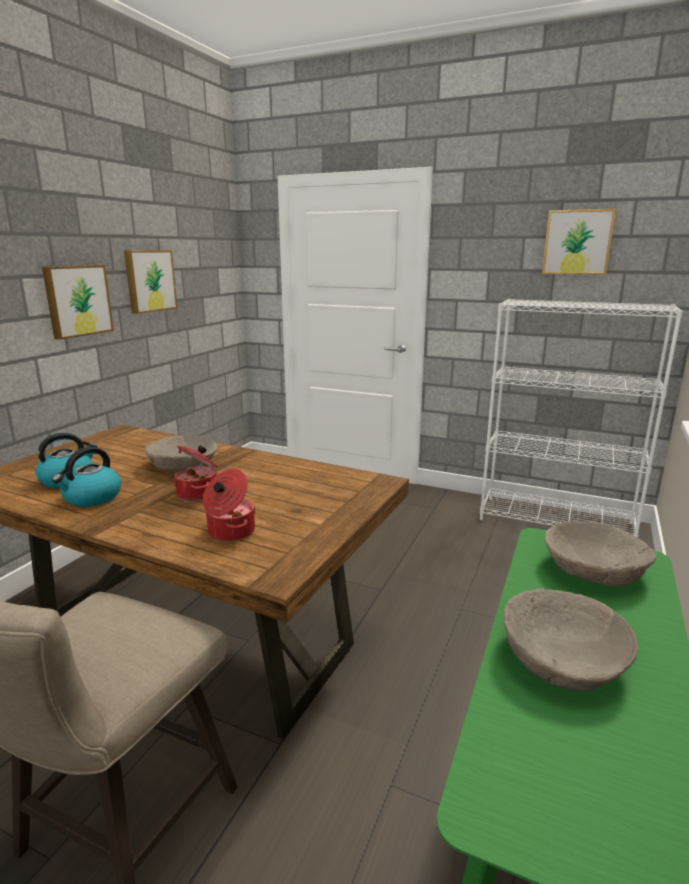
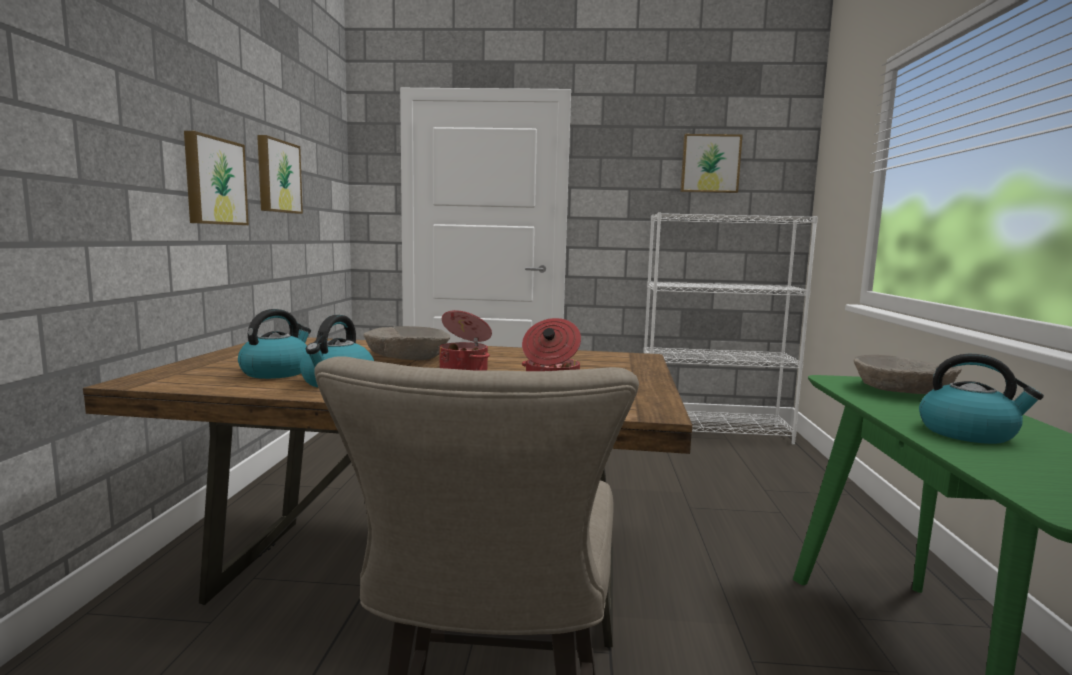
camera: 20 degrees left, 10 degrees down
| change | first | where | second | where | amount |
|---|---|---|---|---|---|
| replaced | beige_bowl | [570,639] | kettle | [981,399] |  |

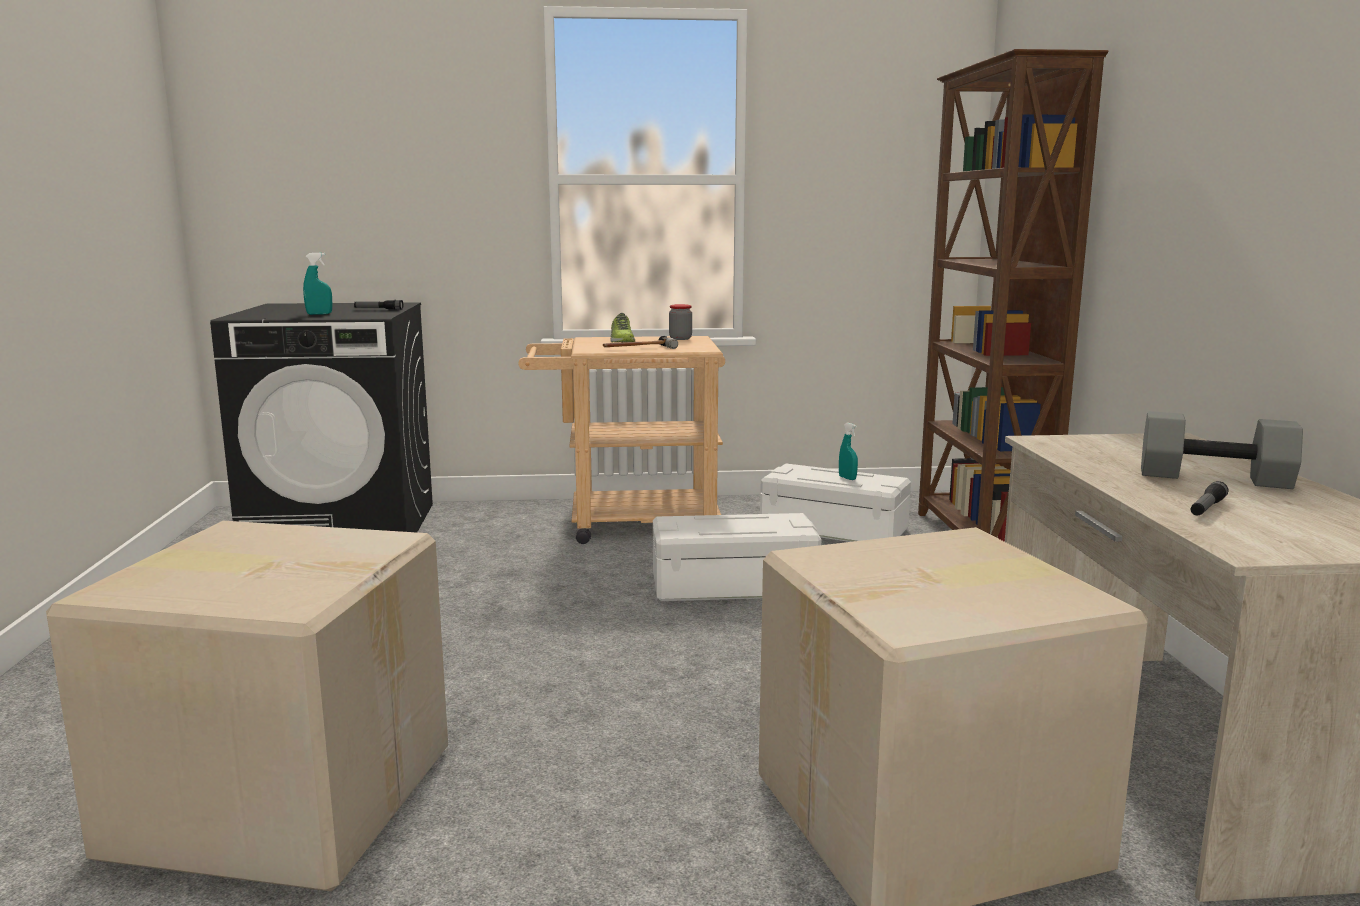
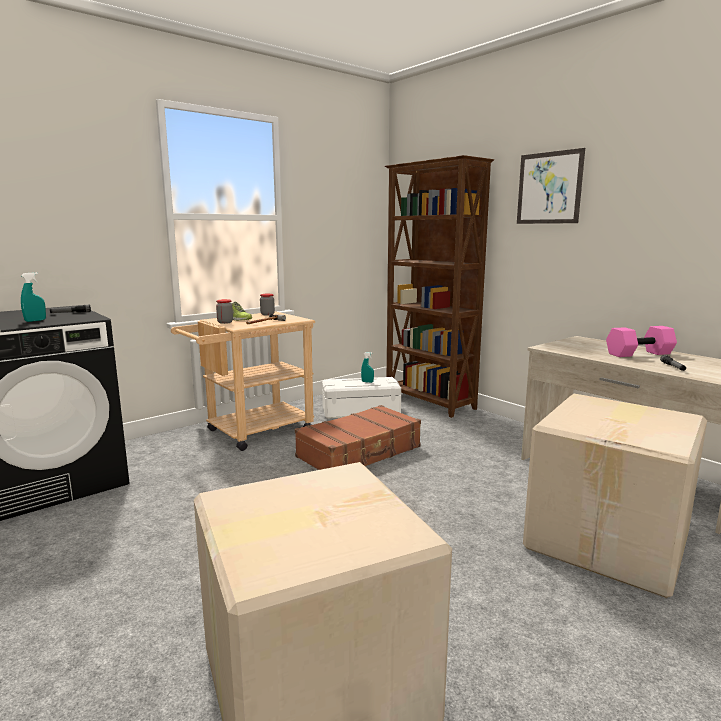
camera: 35 degrees left, 0 degrees up
| change | first | where | second | where | amount |
|---|---|---|---|---|---|
| replaced | white_storage_box | [737,557] | brown_suitcase | [358,437] |  |
| recoloured | grey_dumbbell | [1222,450] | pink_dumbbell | [641,341] |  |
| added |  |  | jar | [224,311] |  |
| added |  |  | picture | [551,186] |  |

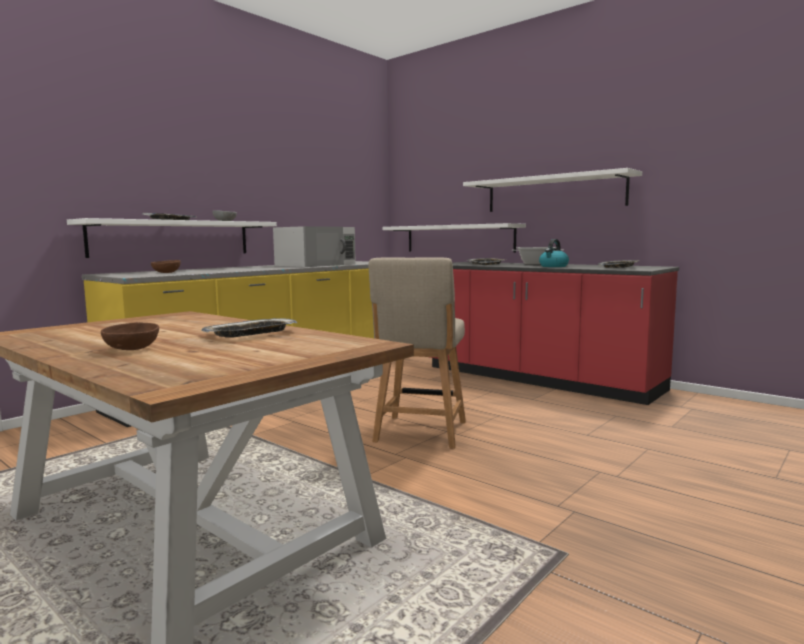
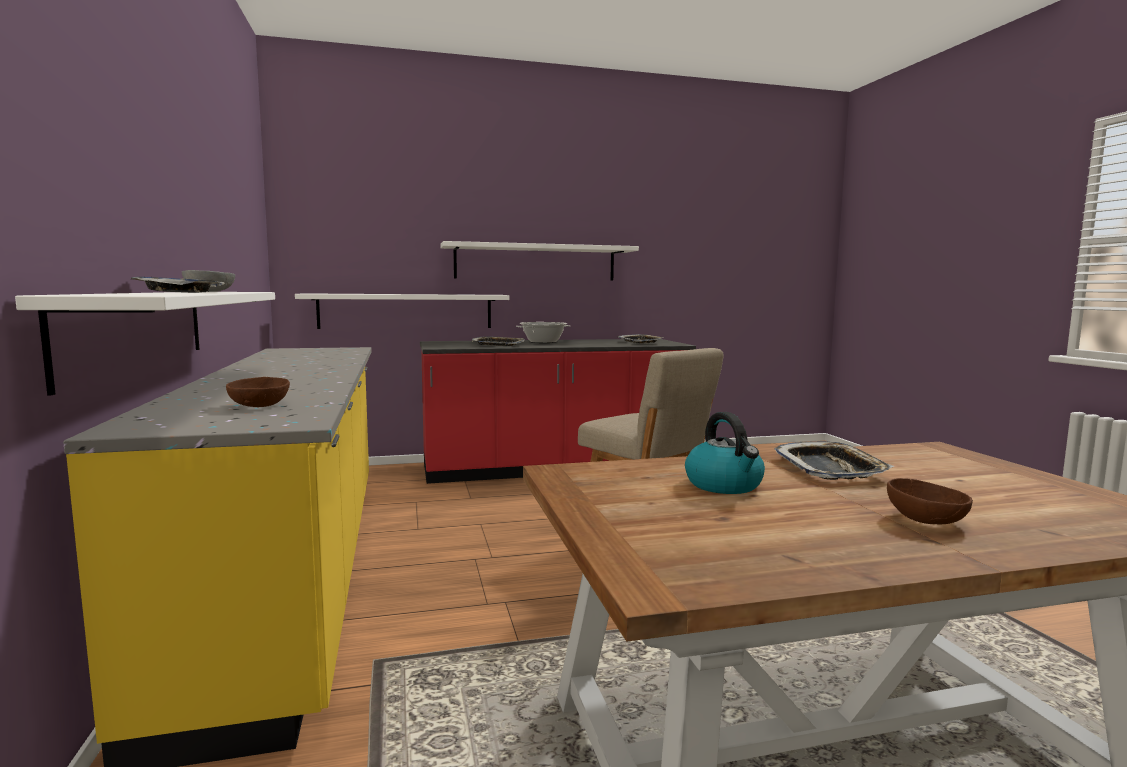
camera: 55 degrees left, 0 degrees up
| change | first | where | second | where | amount |
|---|---|---|---|---|---|
| removed | white_microwave | [314,246] |  |  |  |
| moved | kettle | [554,253] |  | [725,453] |  |

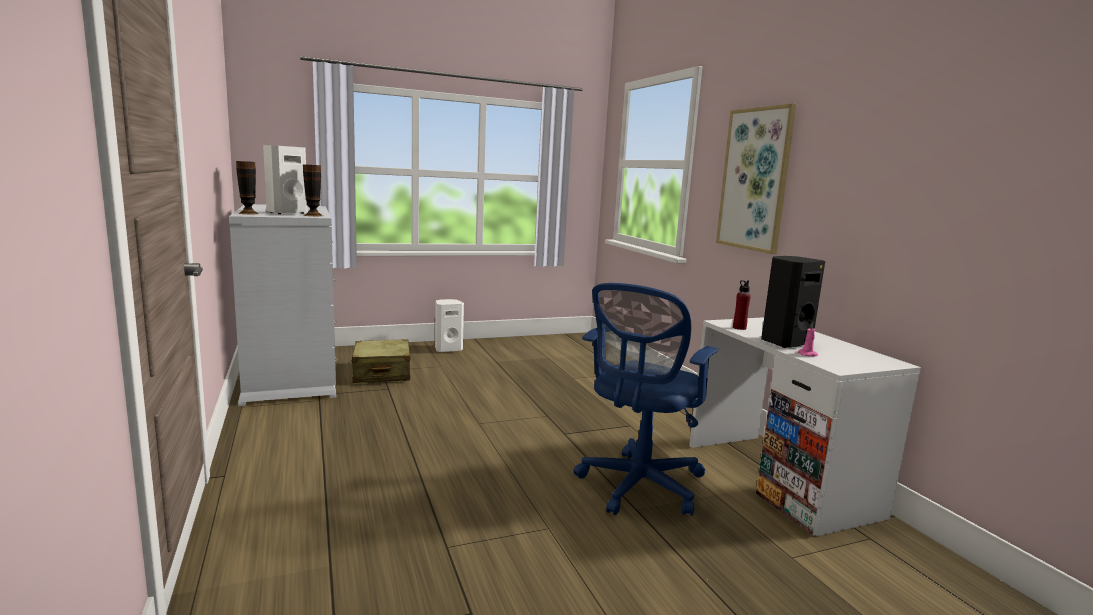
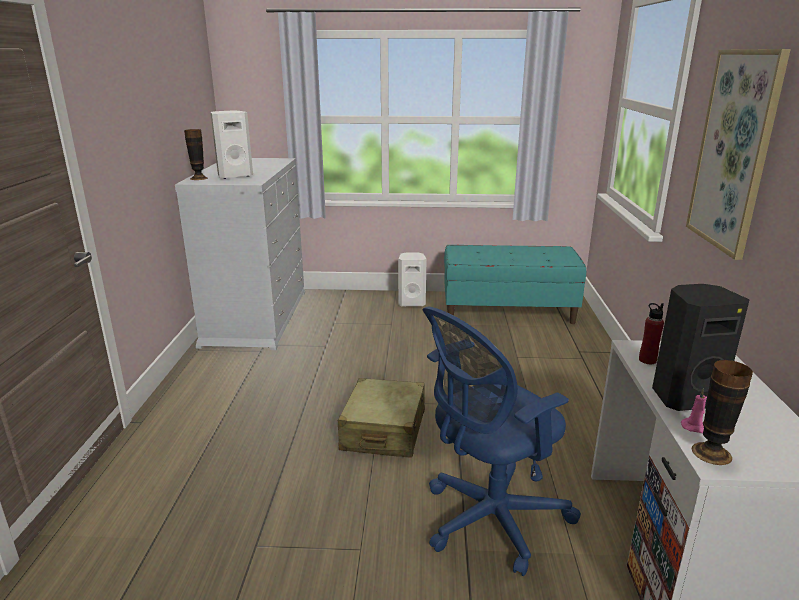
camera: 25 degrees right, 10 degrees up
| change | first | where | second | where | amount |
|---|---|---|---|---|---|
| moved | vase | [313,190] |  | [722,412] |  |
| moved | beige_suitcase | [381,361] |  | [381,418] |  |
| added |  |  | turquoise_bench | [515,284] |  |

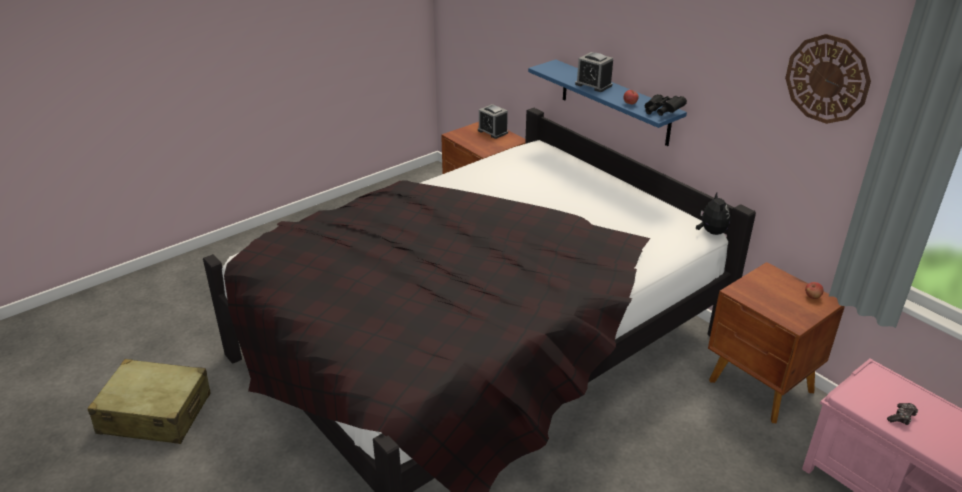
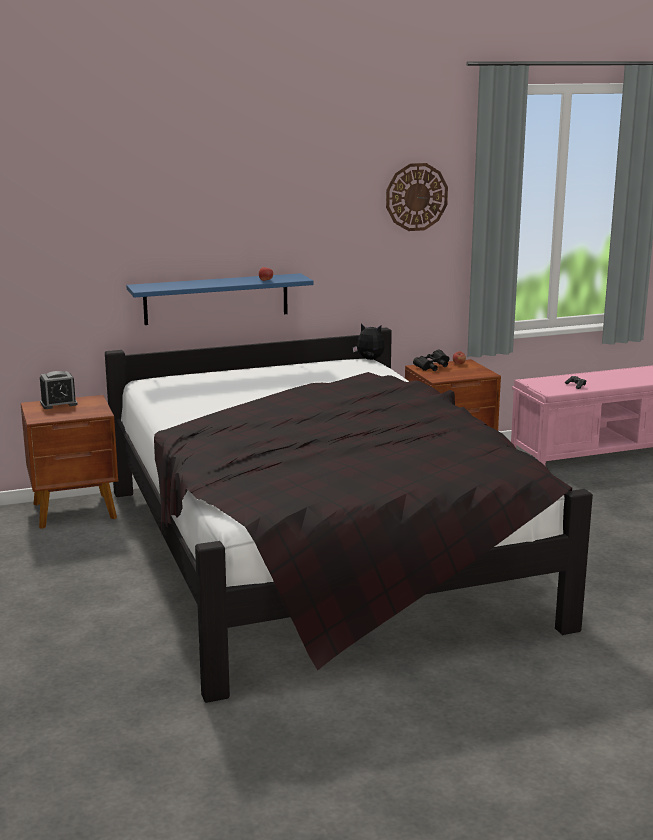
camera: 70 degrees left, 15 degrees down
| change | first | where | second | where | amount |
|---|---|---|---|---|---|
| removed | beige_suitcase | [149,401] |  |  |  |
| removed | alarm_clock | [594,72] |  |  |  |
| moved | black_binoculars | [666,105] |  | [431,360] |  |

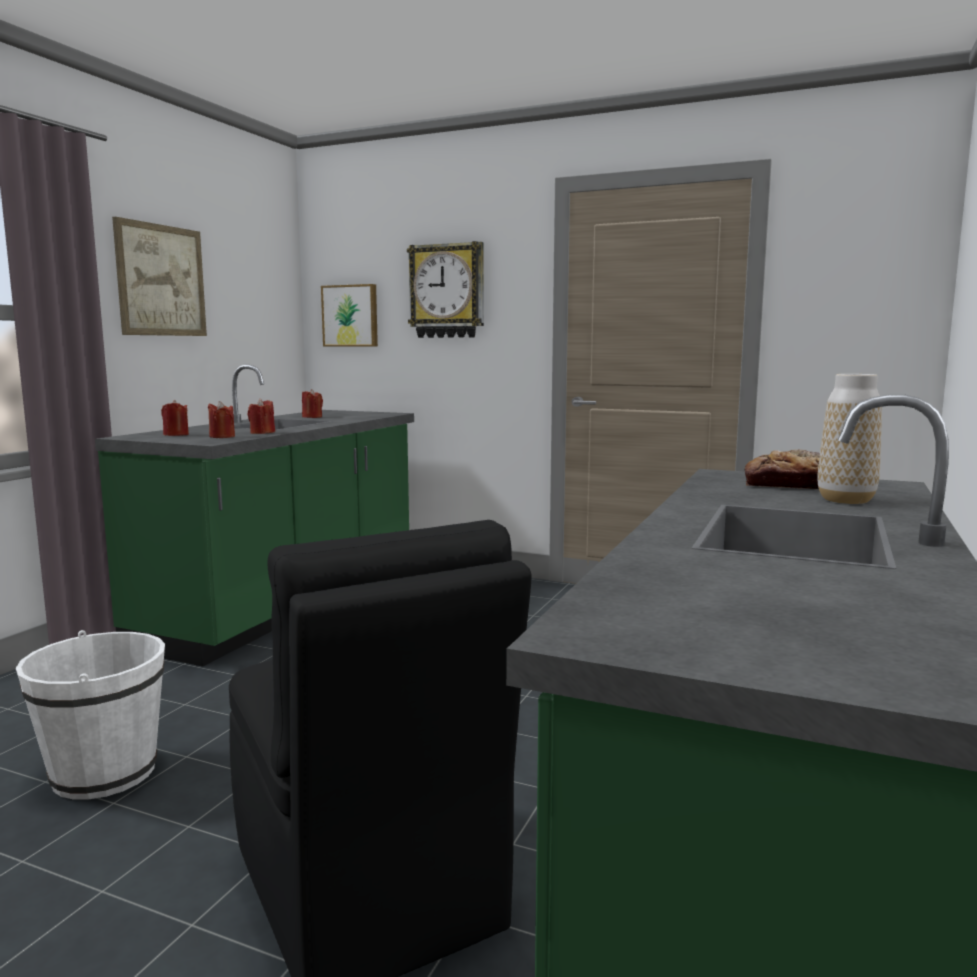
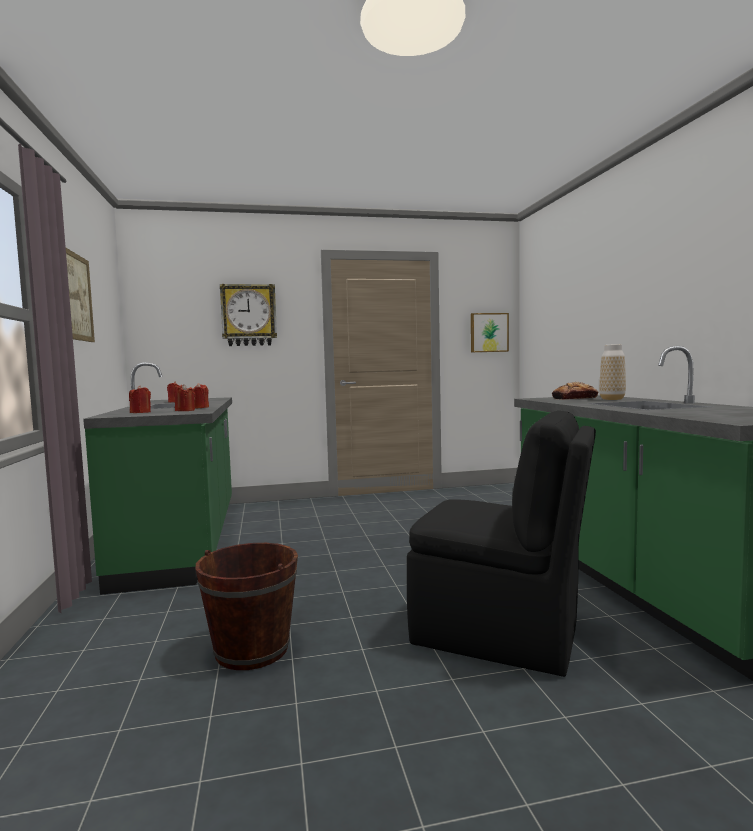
camera: 35 degrees left, 5 degrees down
| change | first | where | second | where | amount |
|---|---|---|---|---|---|
| recoloured | white_bucket | [90,715] | brown_bucket | [246,606] |  |
| moved | picture | [349,315] |  | [490,332] |  |

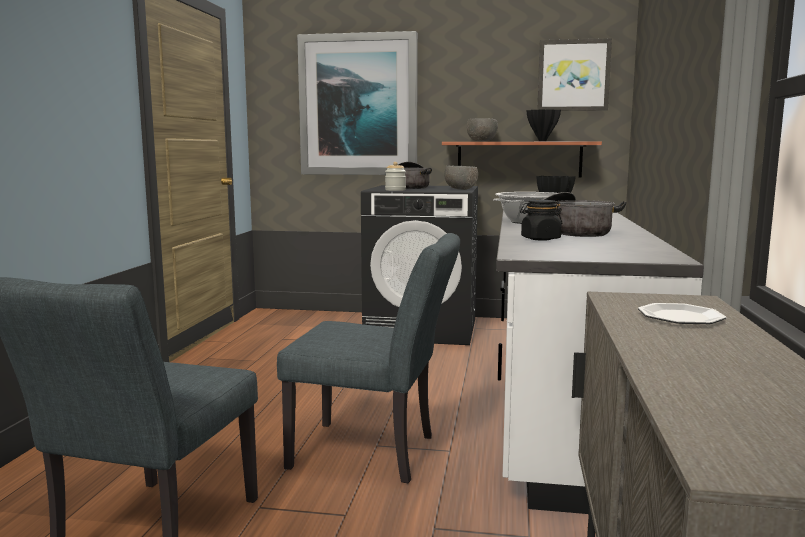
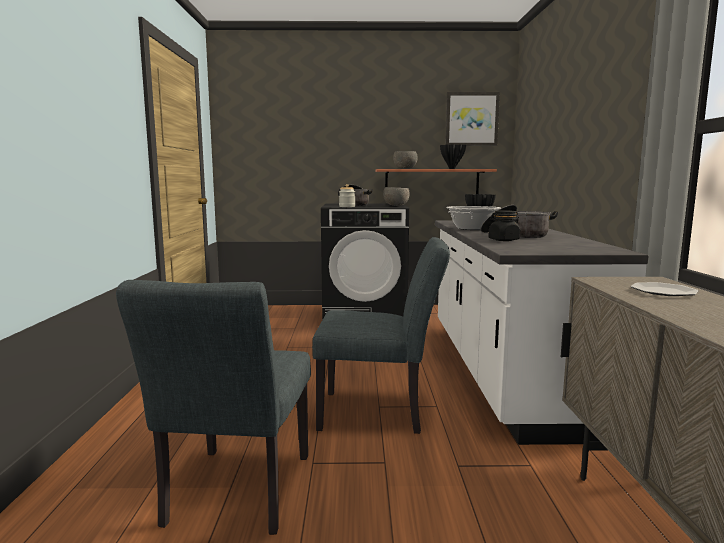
camera: 10 degrees left, 0 degrees up
| change | first | where | second | where | amount |
|---|---|---|---|---|---|
| removed | picture | [357,103] |  |  |  |

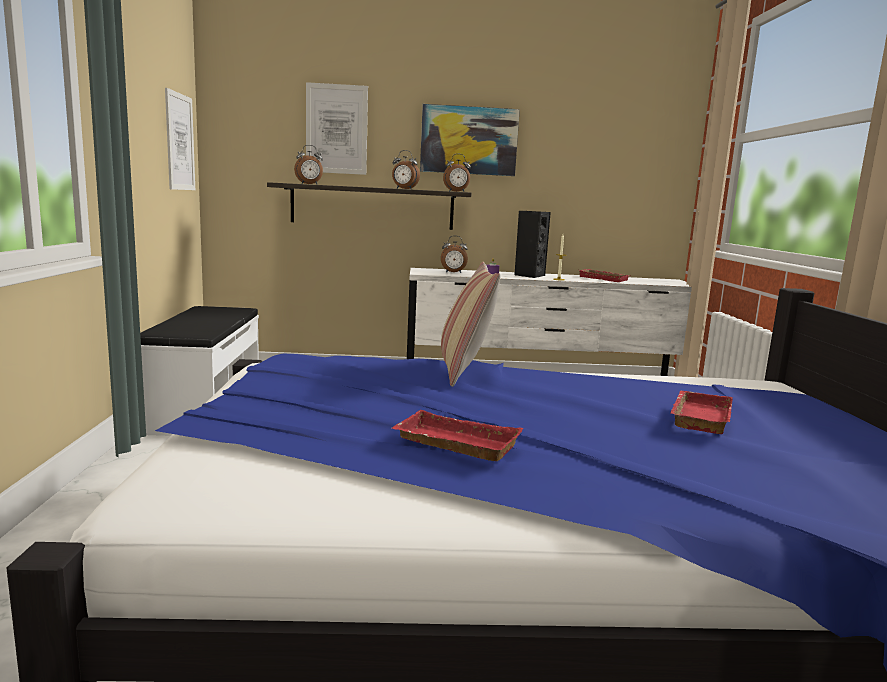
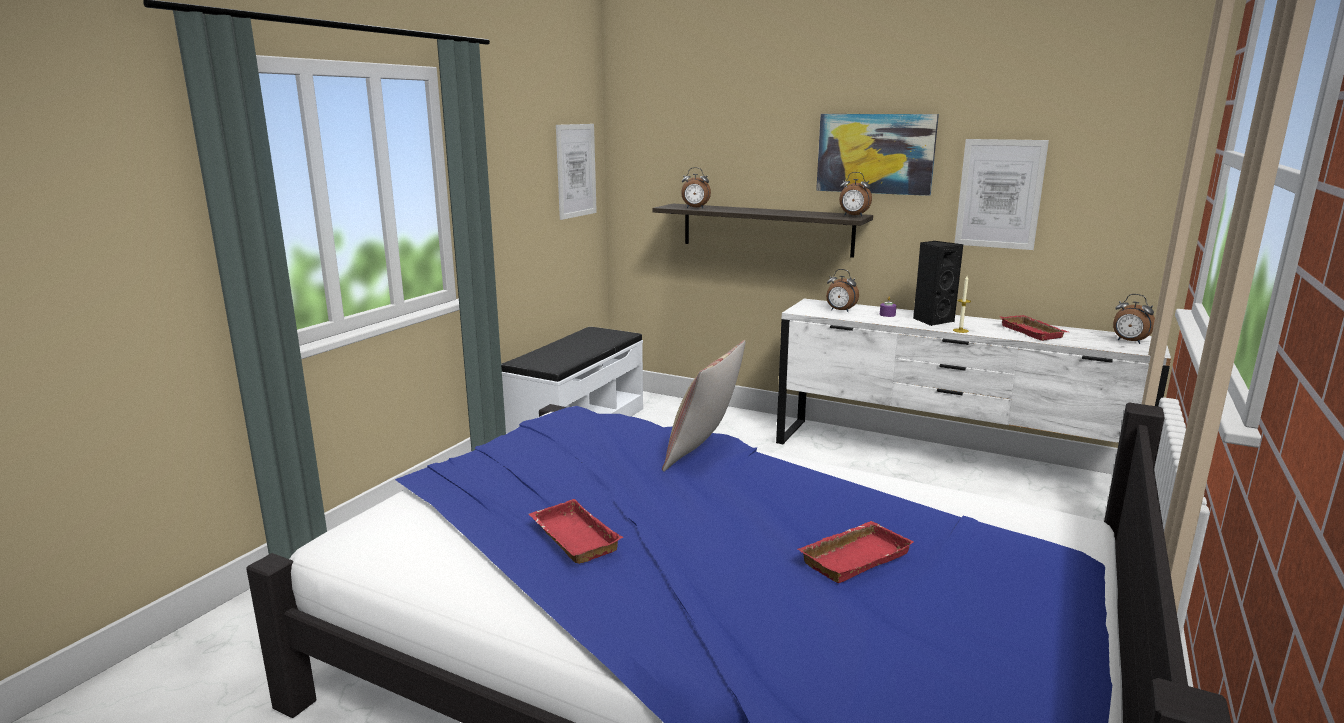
camera: 30 degrees right, 5 degrees up
| change | first | where | second | where | amount |
|---|---|---|---|---|---|
| moved | picture | [337,128] |  | [1001,194] |  |
| moved | alarm_clock | [406,169] |  | [1134,319] |  |

